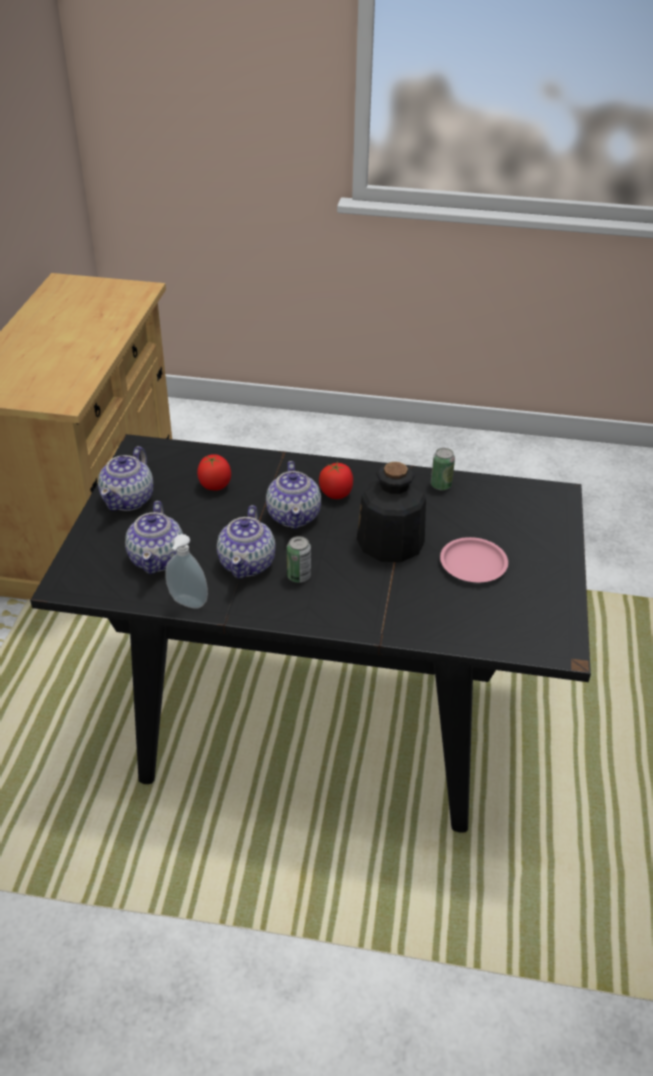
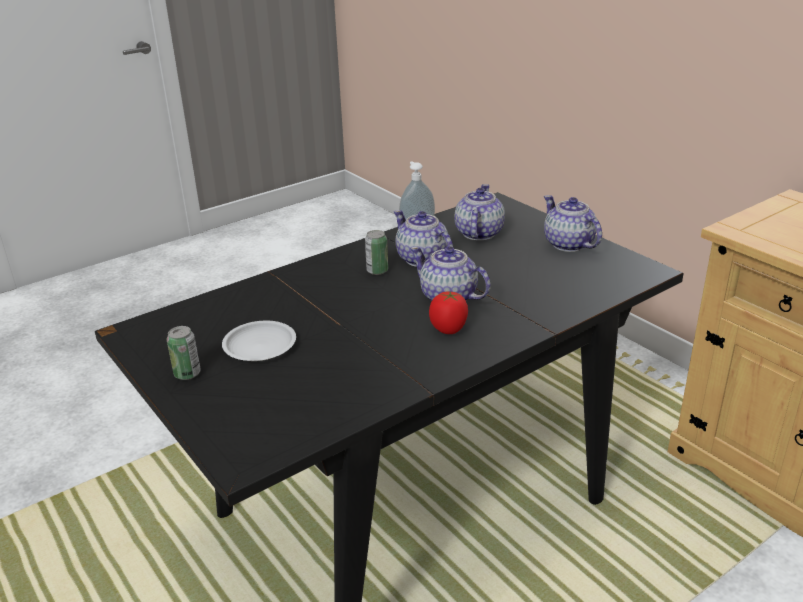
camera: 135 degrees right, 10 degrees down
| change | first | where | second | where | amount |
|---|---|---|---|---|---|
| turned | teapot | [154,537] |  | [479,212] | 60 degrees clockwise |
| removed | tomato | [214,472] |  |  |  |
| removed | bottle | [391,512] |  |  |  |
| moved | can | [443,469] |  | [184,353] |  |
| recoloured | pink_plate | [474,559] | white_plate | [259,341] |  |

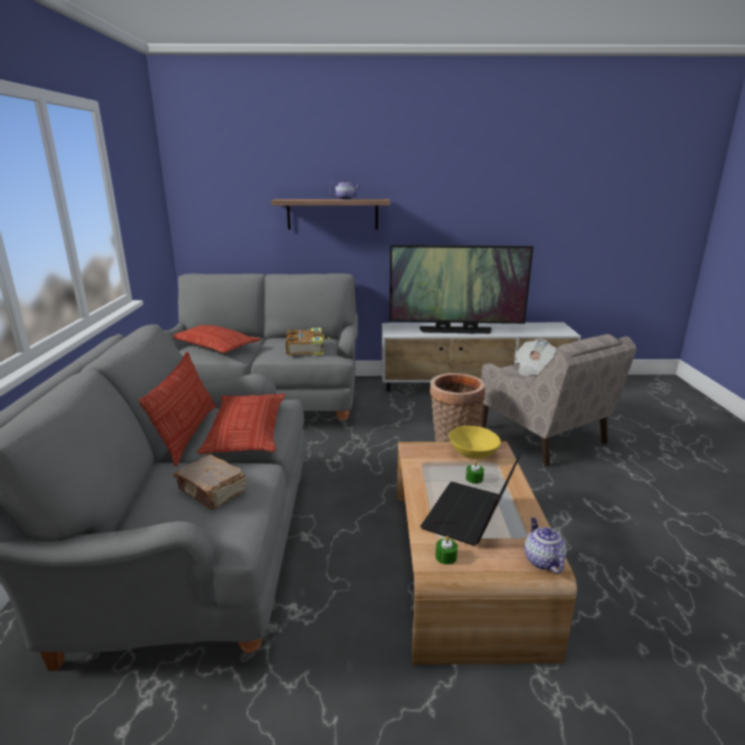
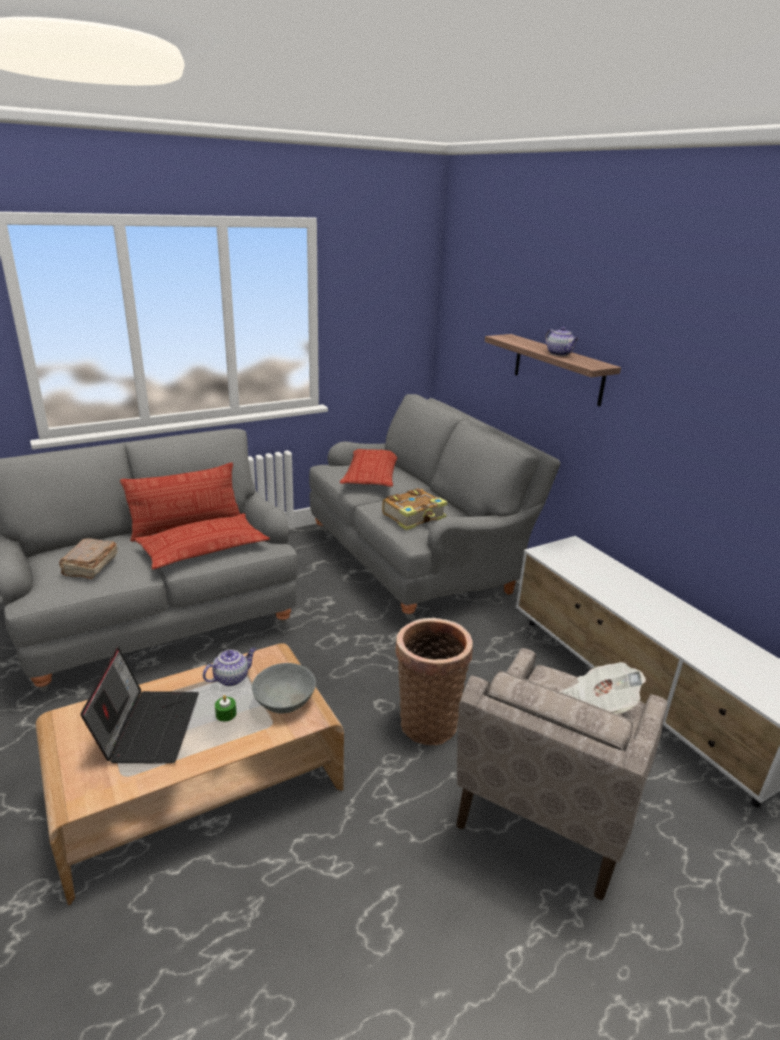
camera: 60 degrees right, 5 degrees up
| change | first | where | second | where | amount |
|---|---|---|---|---|---|
| removed | television | [461,289] |  |  |  |
| turned | laptop | [470,500] |  | [139,705] | 90 degrees clockwise |
| removed | green_candle | [446,550] |  |  |  |
| recoloured | yellow_bowl | [475,442] | grey_bowl | [284,688] |  |
| moved | teapot | [545,545] |  | [229,667] |  |

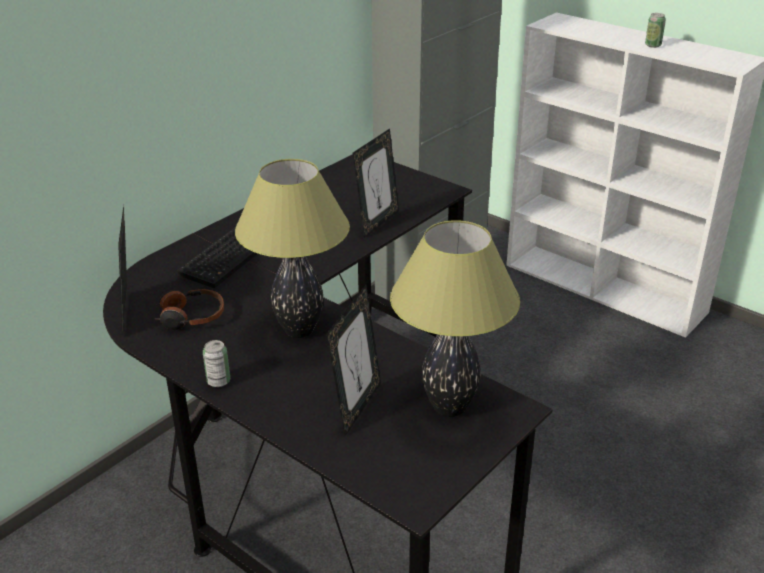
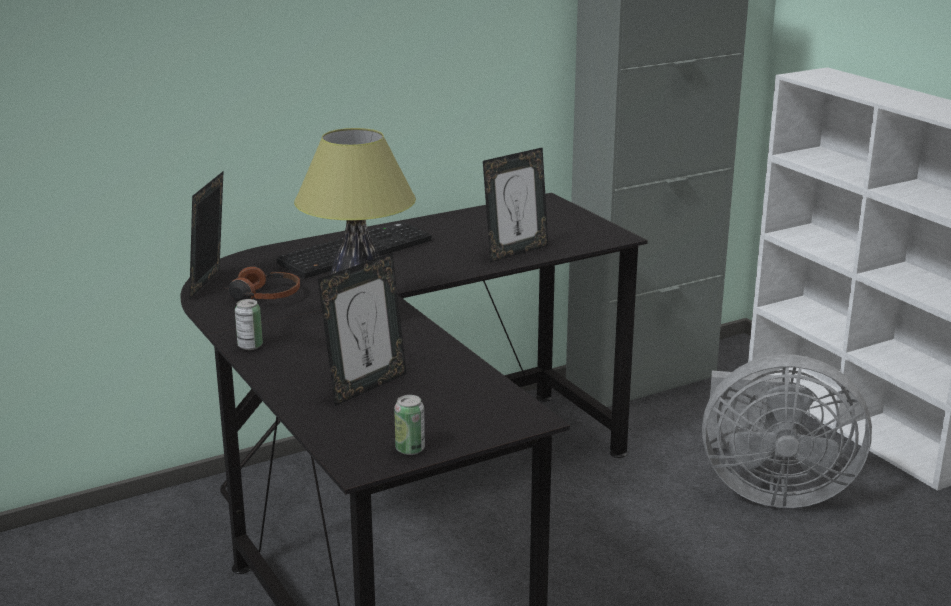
camera: 20 degrees right, 10 degrees down
| change | first | where | second | where | amount |
|---|---|---|---|---|---|
| removed | table_lamp | [455,318] |  |  |  |
| moved | can | [655,30] |  | [409,425] |  |
| added |  |  | grey_fan | [787,431] |  |

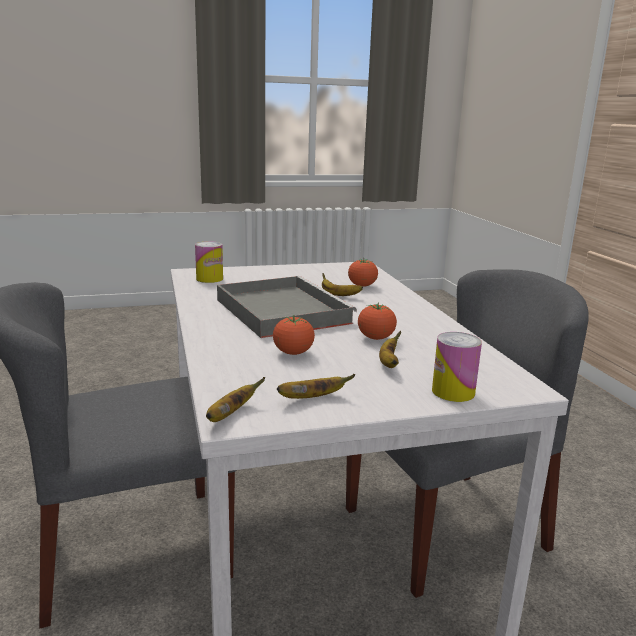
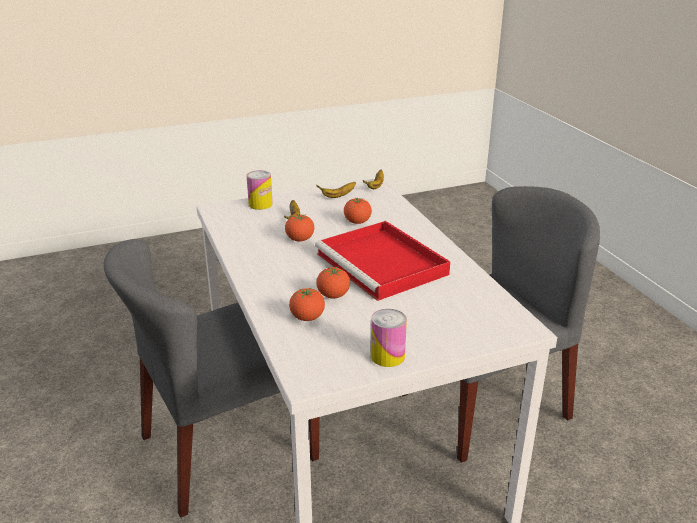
camera: 175 degrees right, 10 degrees up
| change | first | where | second | where | amount |
|---|---|---|---|---|---|
| moved | can | [209,262] |  | [389,338] |  |
| recoloured | grey_tray | [287,307] | red_tray | [382,261] |  |
| replaced | banana | [342,284] | tomato | [333,282] |  |

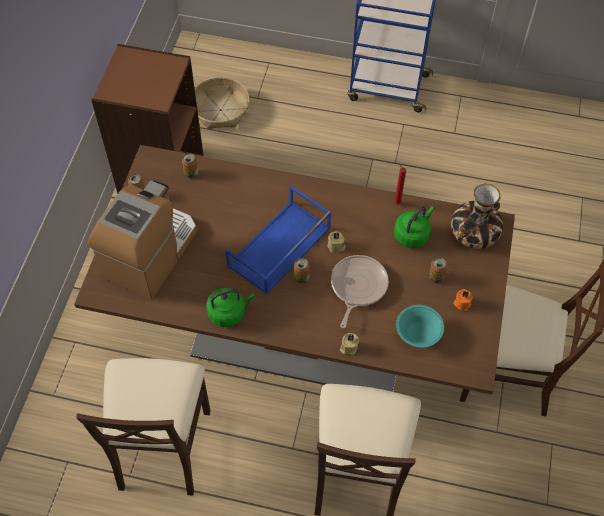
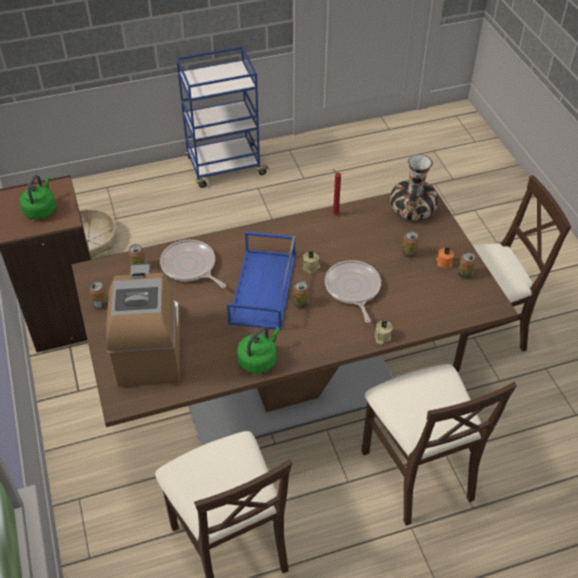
camera: 30 degrees left, 10 degrees down
| change | first | where | second | where | amount |
|---|---|---|---|---|---|
| moved | green_kettle | [414,227] |  | [37,197] |  |
| removed | turquoise_bowl | [420,326] |  |  |  |
| added |  |  | frying_pan | [193,264] |  |
| added |  |  | can | [467,265] |  |

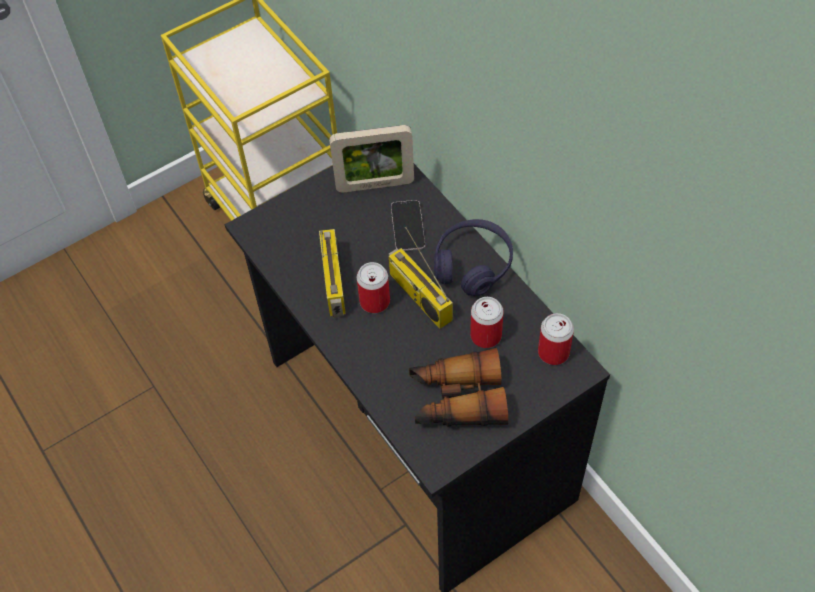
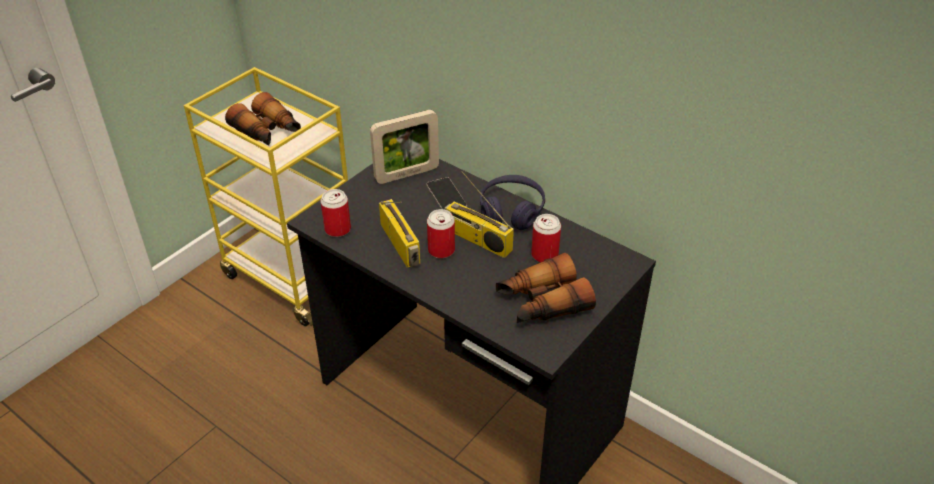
camera: 20 degrees left, 15 degrees down
| change | first | where | second | where | amount |
|---|---|---|---|---|---|
| moved | can | [556,339] |  | [336,213] |  |
| added |  |  | binoculars | [263,119] |  |

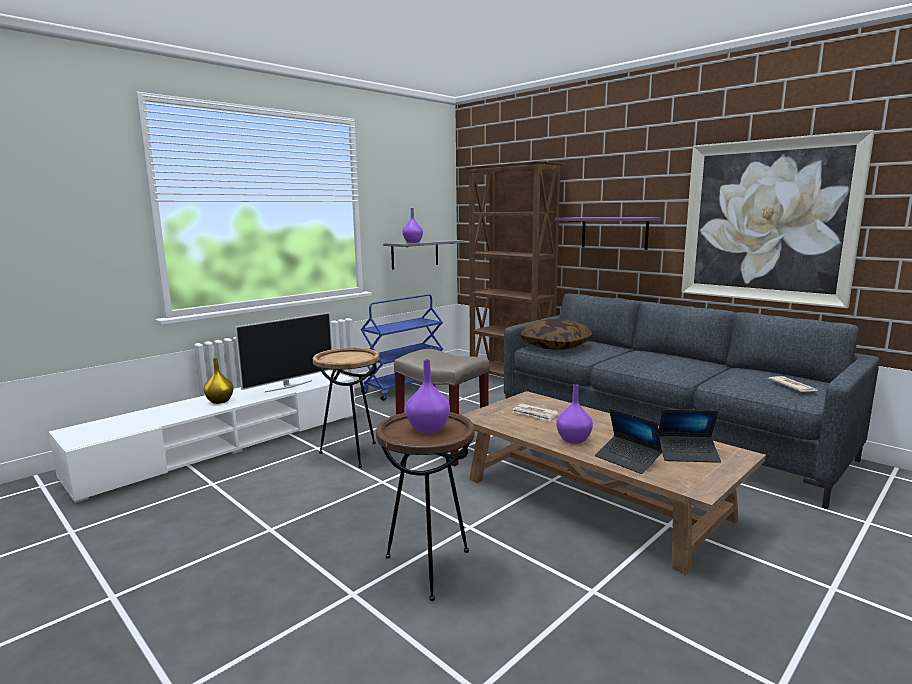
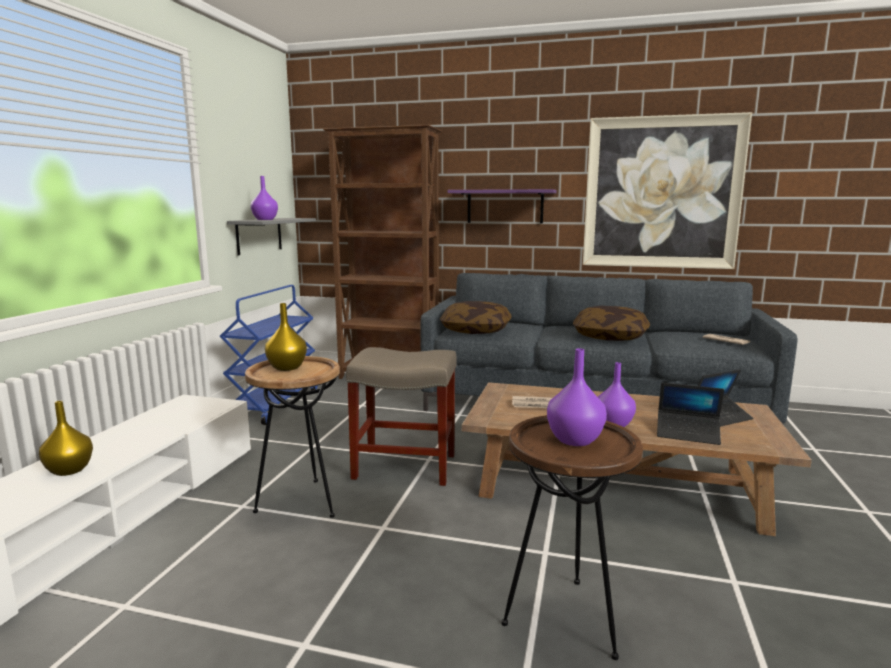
camera: 30 degrees left, 0 degrees up
| change | first | where | second | where | amount |
|---|---|---|---|---|---|
| removed | television | [283,352] |  |  |  |
| added |  |  | yellow_vase | [286,337] |  |
| added |  |  | pillow | [611,323] |  |

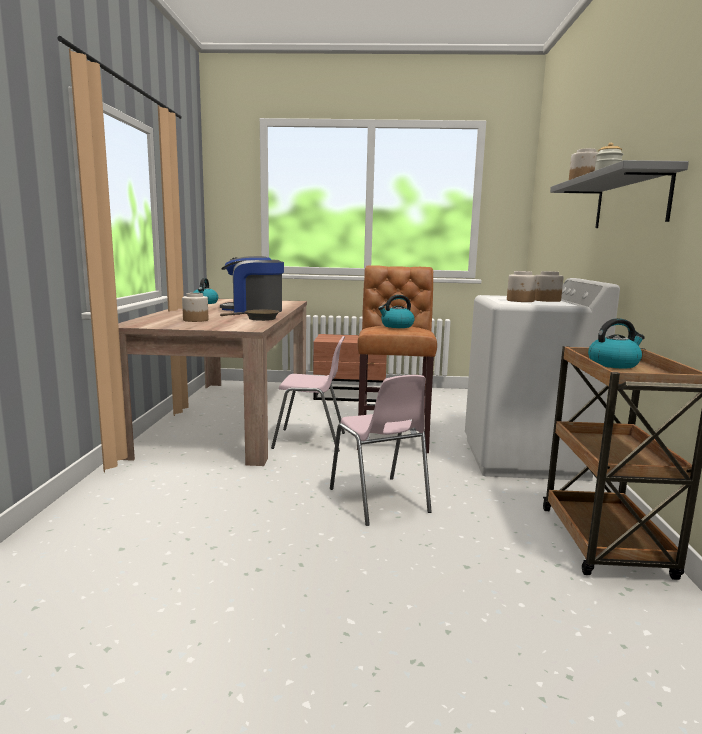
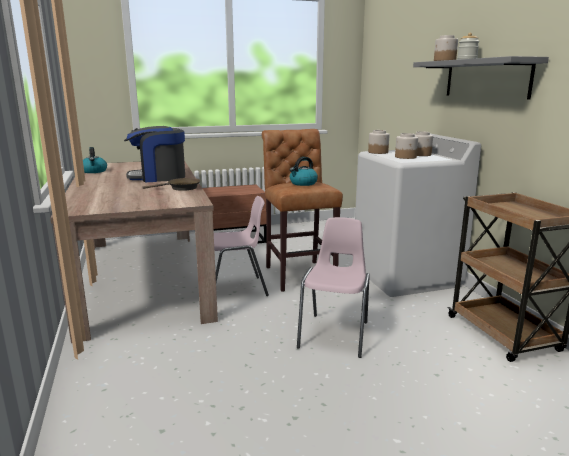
camera: 20 degrees left, 5 degrees up
| change | first | where | second | where | amount |
|---|---|---|---|---|---|
| moved | jar | [195,307] |  | [379,142] |  |
| turned | pink_chair | [381,450] |  | [333,287] | 120 degrees counterclockwise |
| removed | kettle | [616,343] |  |  |  |

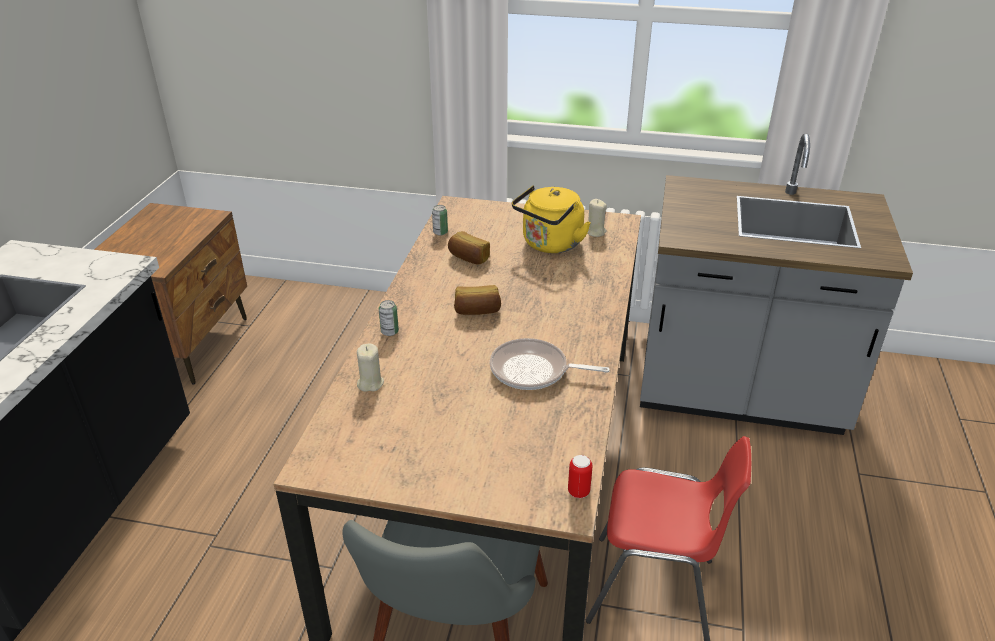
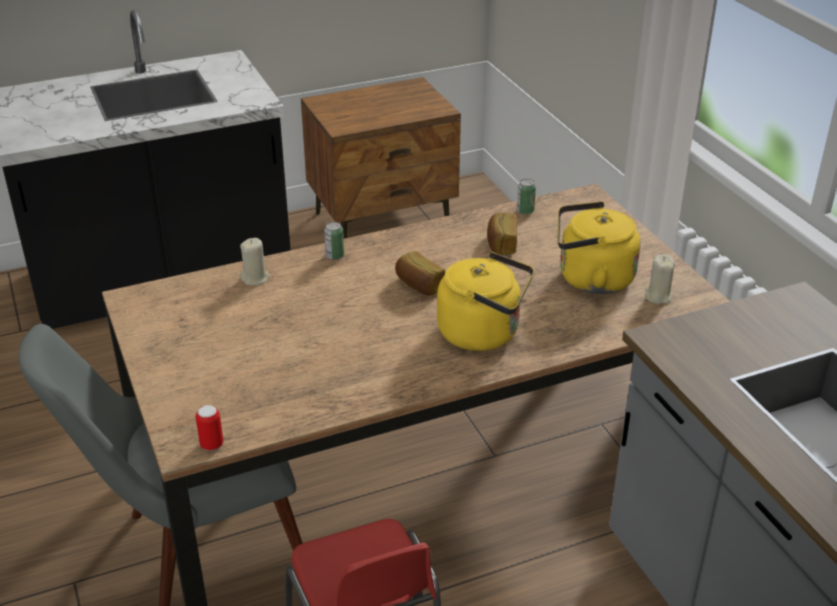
camera: 55 degrees right, 0 degrees up
| change | first | where | second | where | amount |
|---|---|---|---|---|---|
| removed | frying_pan | [550,364] |  |  |  |
| added |  |  | yellow_kettle | [485,301] |  |

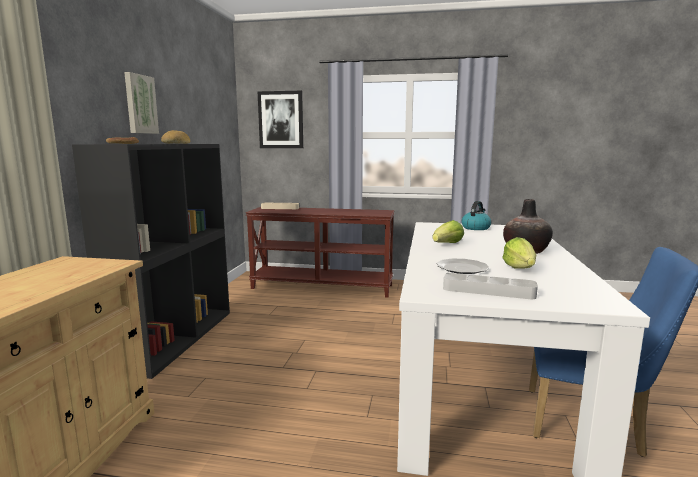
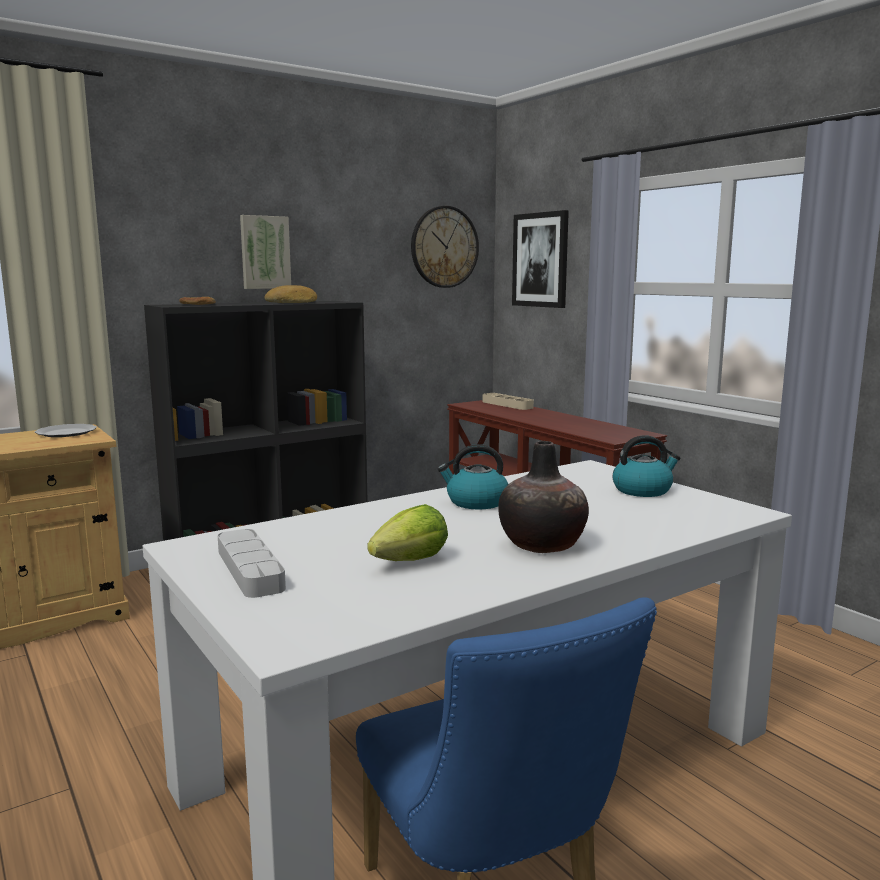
camera: 45 degrees right, 0 degrees up
| change | first | where | second | where | amount |
|---|---|---|---|---|---|
| replaced | lettuce | [448,231] | kettle | [473,477] |  |
| moved | plate | [462,266] |  | [66,430] |  |
| added |  |  | wall_clock | [445,247] |  |

